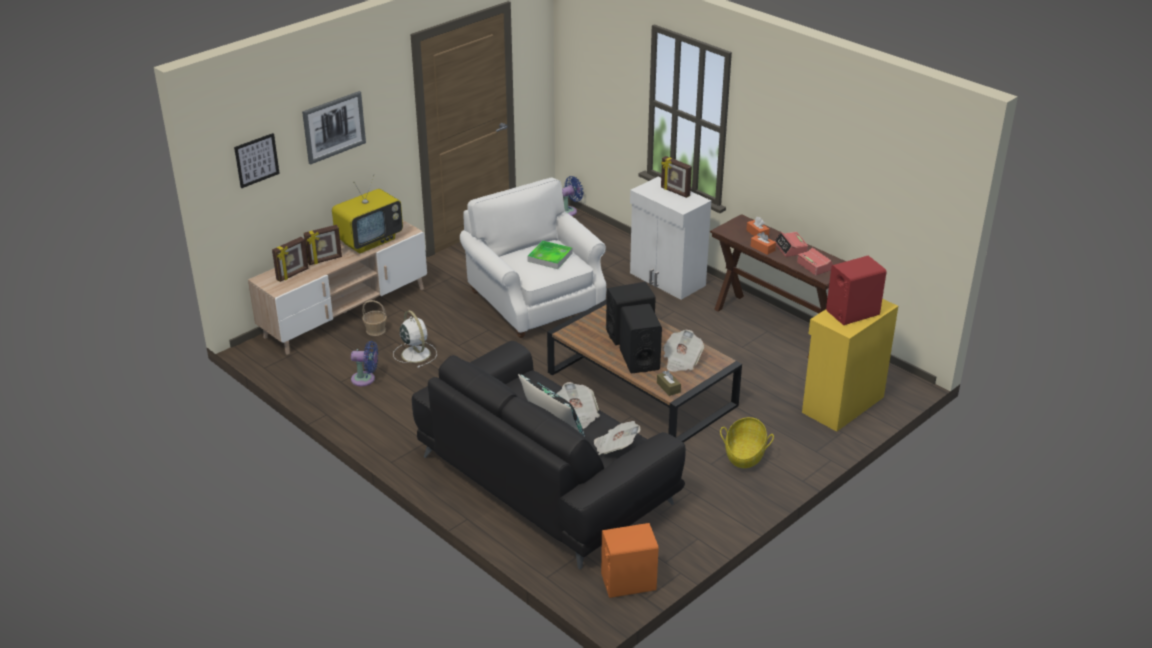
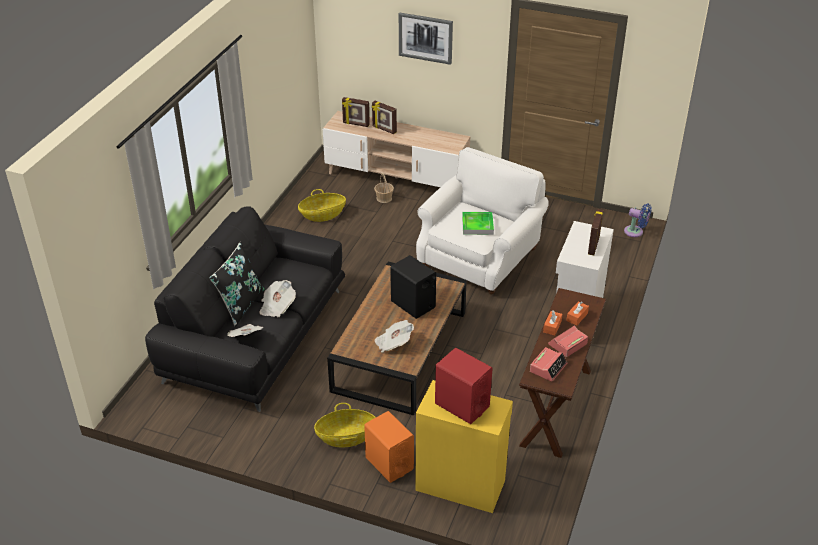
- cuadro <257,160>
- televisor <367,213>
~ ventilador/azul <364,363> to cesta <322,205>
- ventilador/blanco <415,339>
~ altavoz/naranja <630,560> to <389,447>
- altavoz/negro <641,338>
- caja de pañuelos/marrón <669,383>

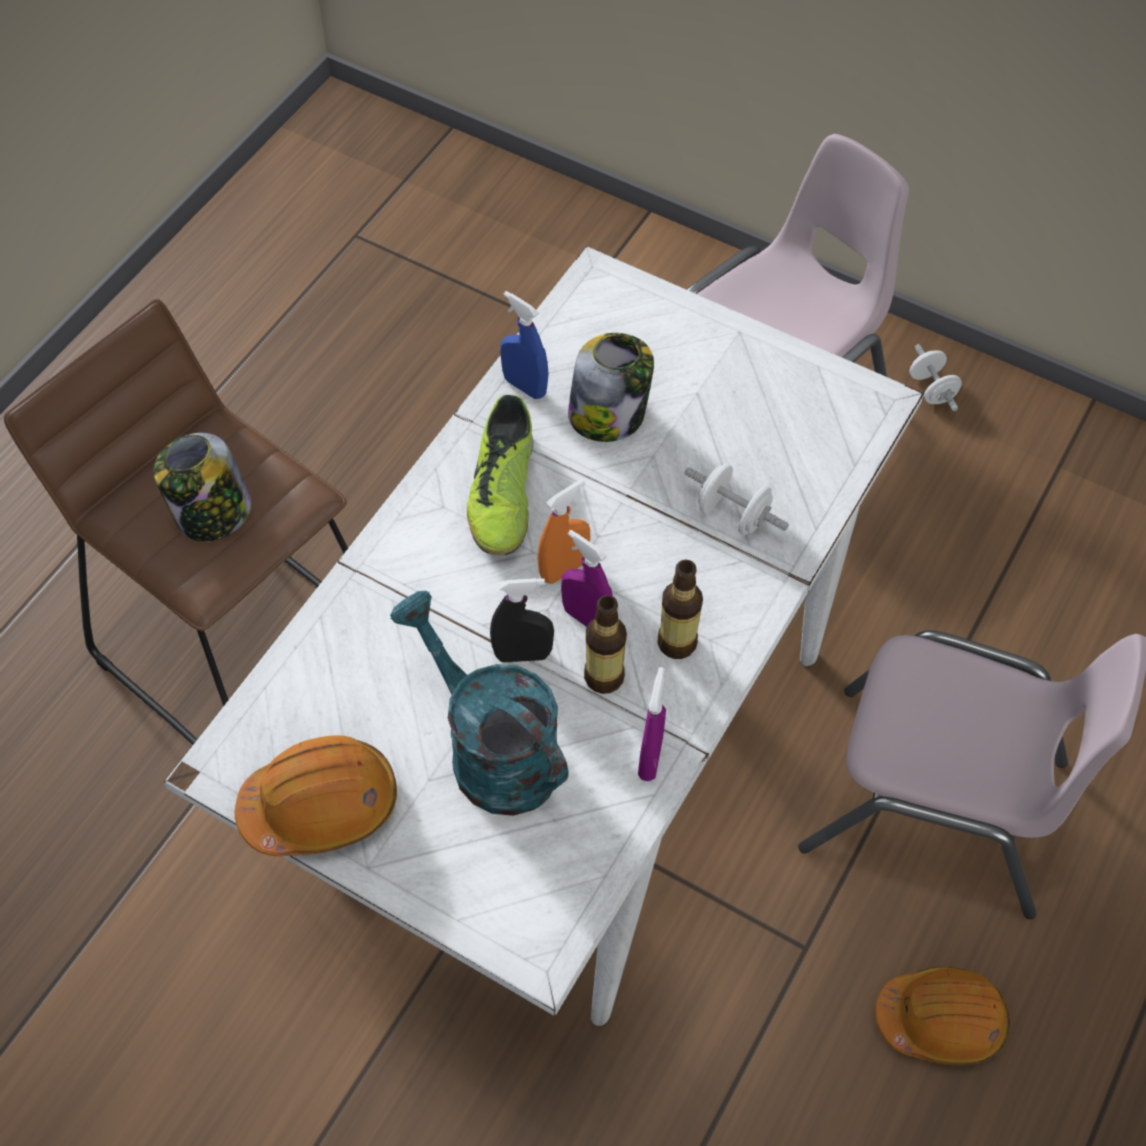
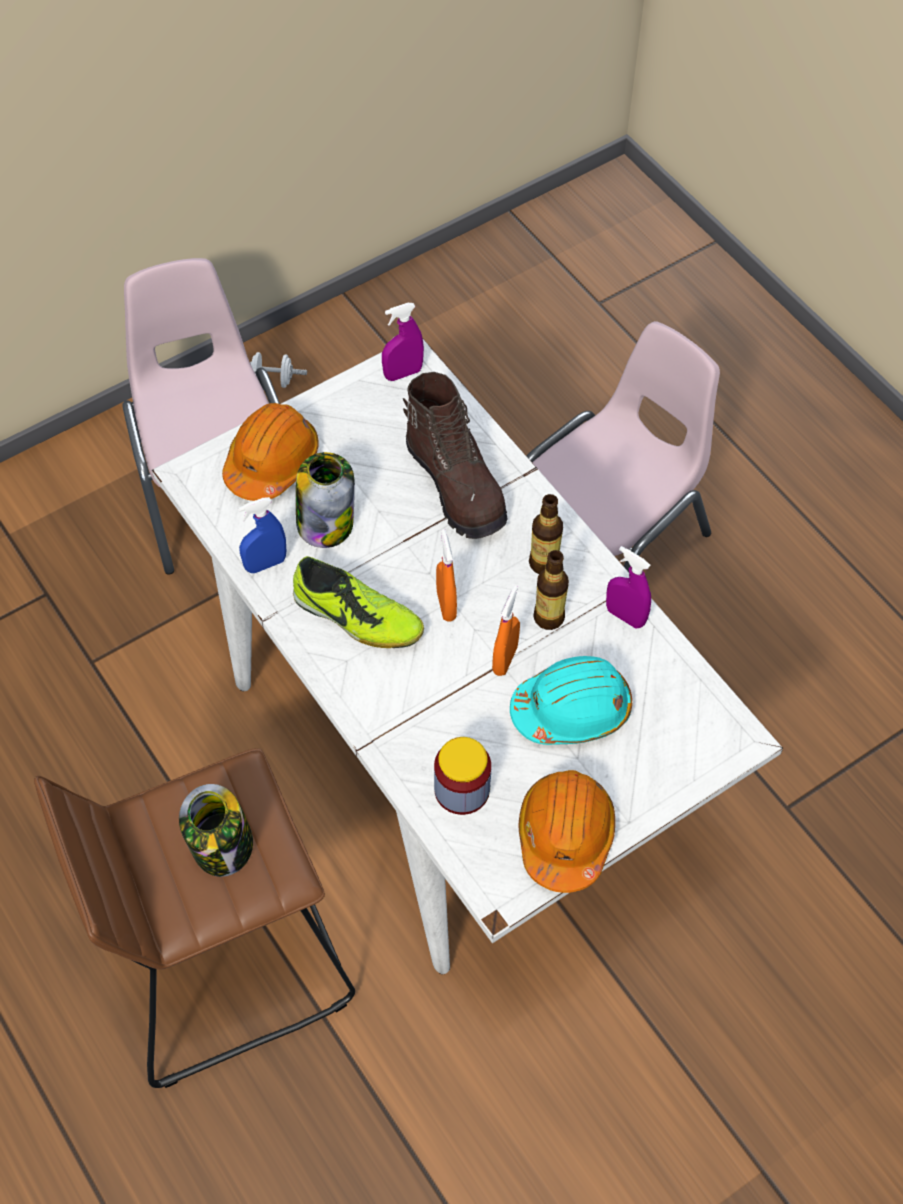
~ regadera/turquesa <479,703> to casco/turquesa <571,700>
~ pulverizador/negro <522,620> to pulverizador/naranja <506,631>
~ pulverizador/morado <587,578> to <403,342>
~ mancuerna/blanco <736,499> to bota/marrón <455,455>
~ casco/naranja <942,1016> to <270,452>
+ tarro <462,776>

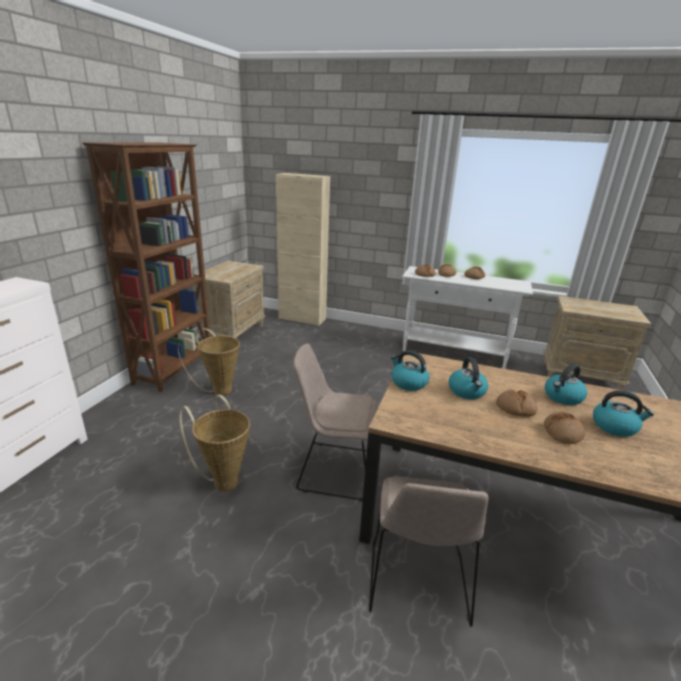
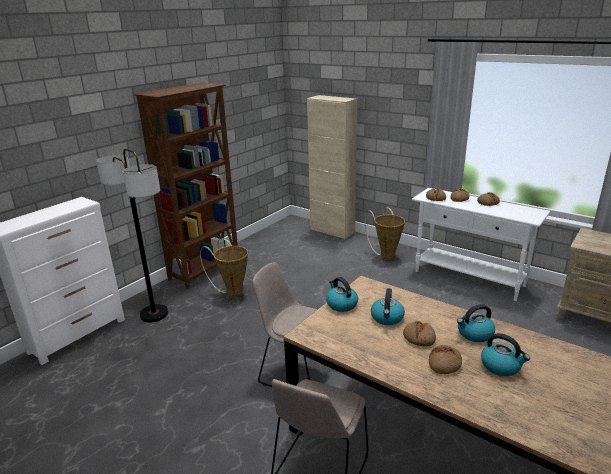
~ cesta <214,443> to <385,233>
- mesita de noche/beis <229,301>
+ lámpara de pie <132,235>

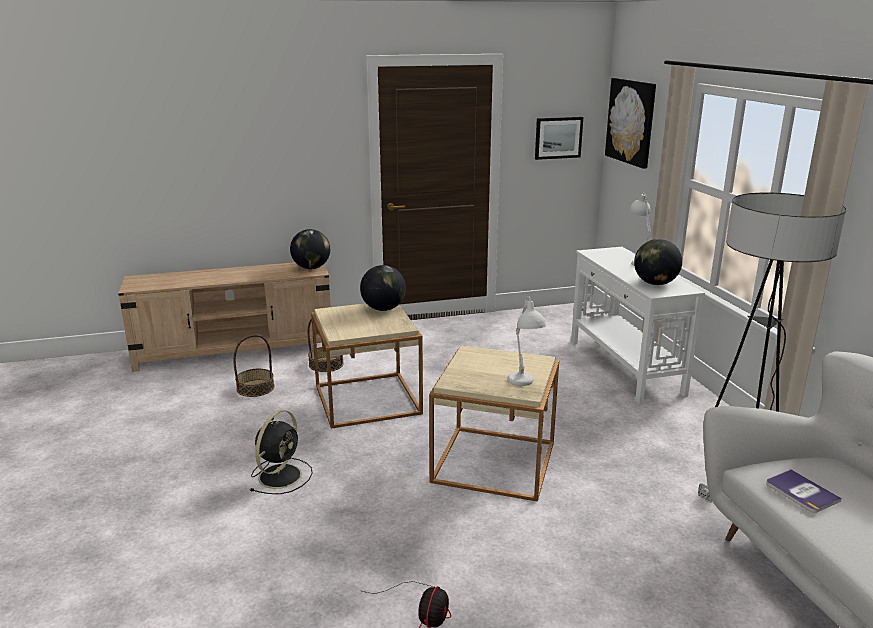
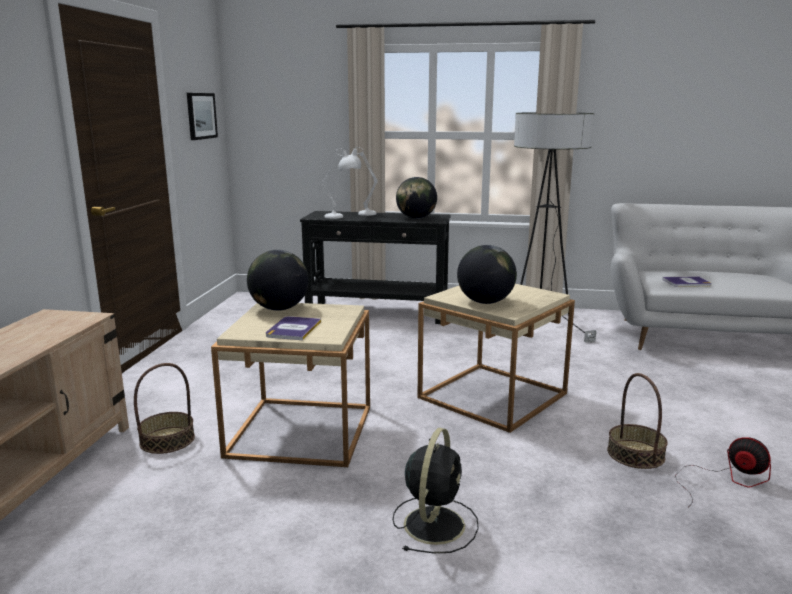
~ cesta <253,366> to <637,421>
~ ventilador/negro <281,452> = <436,490> 60 degrees clockwise
~ globo terráqueo <310,249> to <487,274>
~ lámpara de mesa/blanco <526,341> to <340,183>
~ mesa consola/blanco <638,325> to mesa consola/negro <375,267>
- cuadro <630,123>
+ libro <293,328>

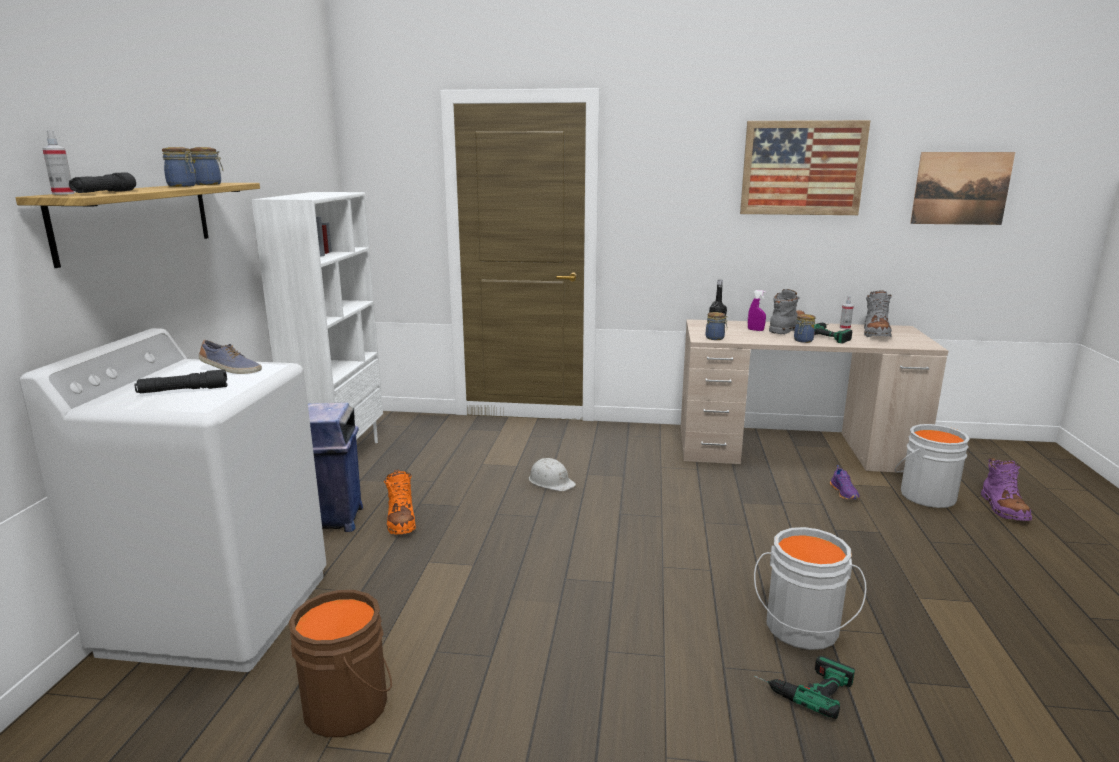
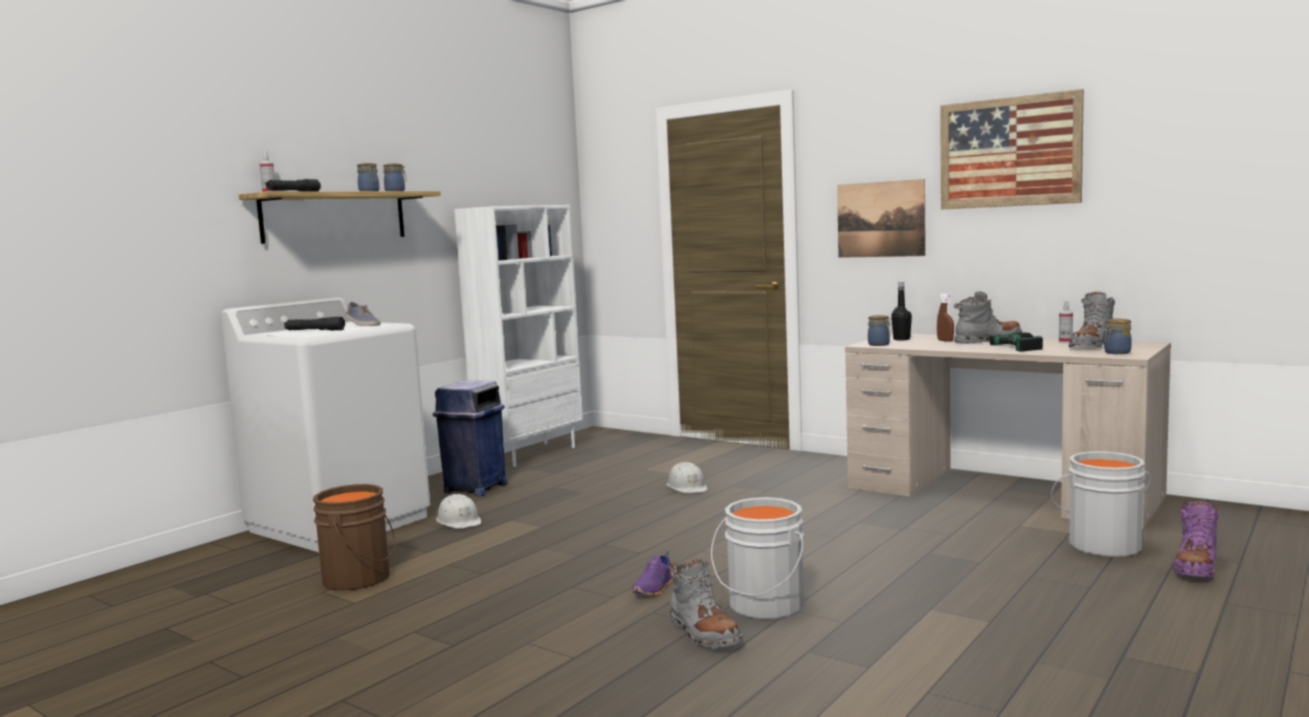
- bota/naranja <400,502>
~ pulverizador/morado <757,310> to pulverizador/marrón <945,317>
~ taladro <804,687> to bota/gris <706,604>
~ tarro <804,328> to <1118,336>
~ zapato/morado <845,482> to <652,573>
~ cuadro <962,188> to <881,218>
+ casco/blanco <458,511>

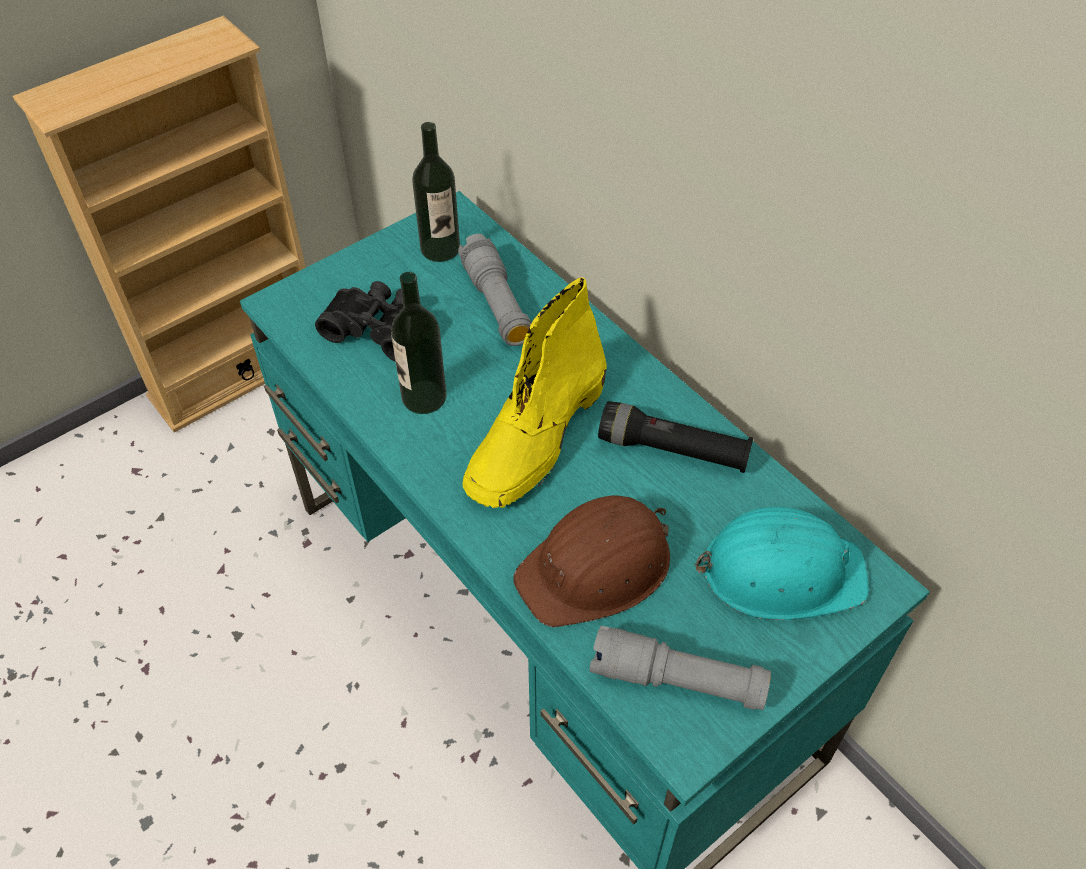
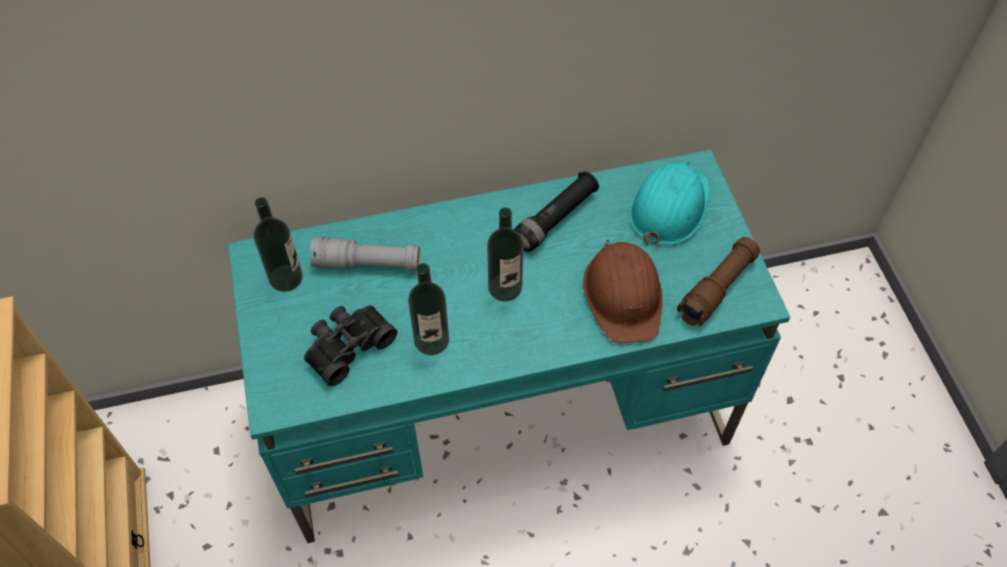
~ bota/amarillo <534,393> to botella <505,254>
~ linterna/gris <680,668> to linterna/marrón <718,281>

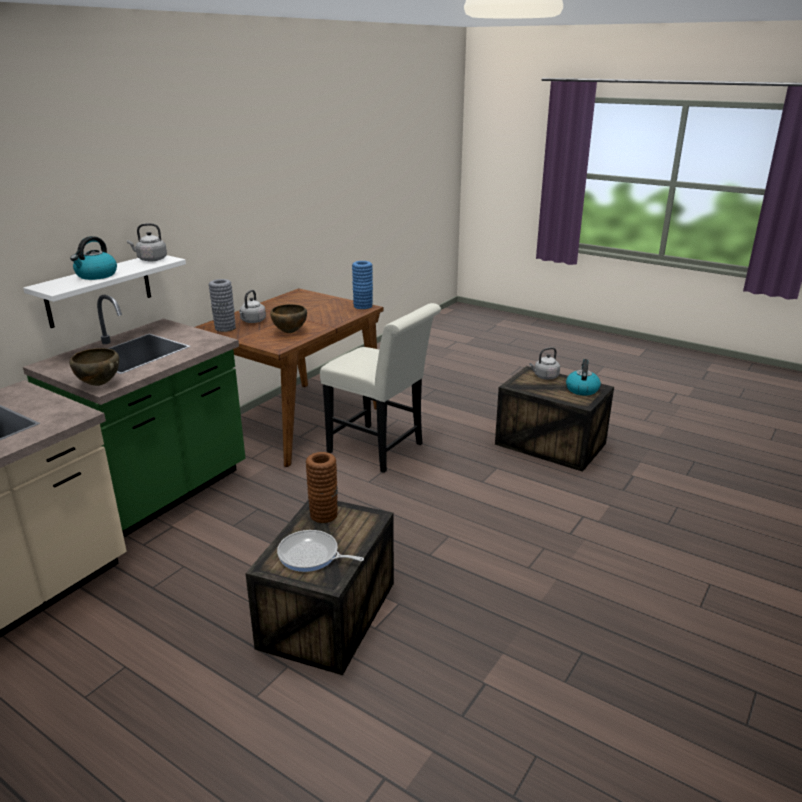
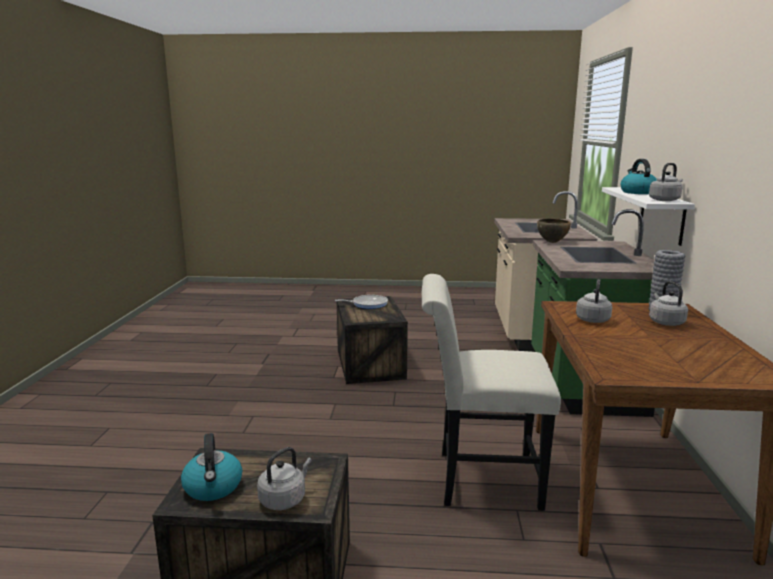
~ cuenco/marrón <288,318> to hervidor/gris <594,301>
- florero/marrón <322,487>
- florero/azul <362,285>

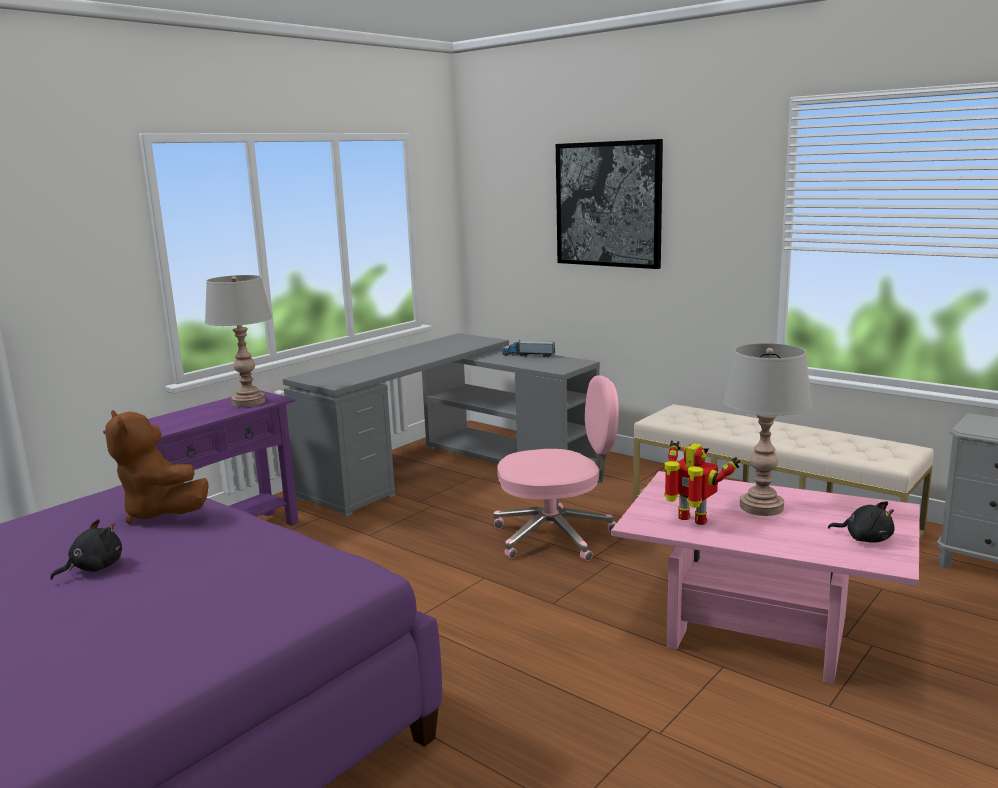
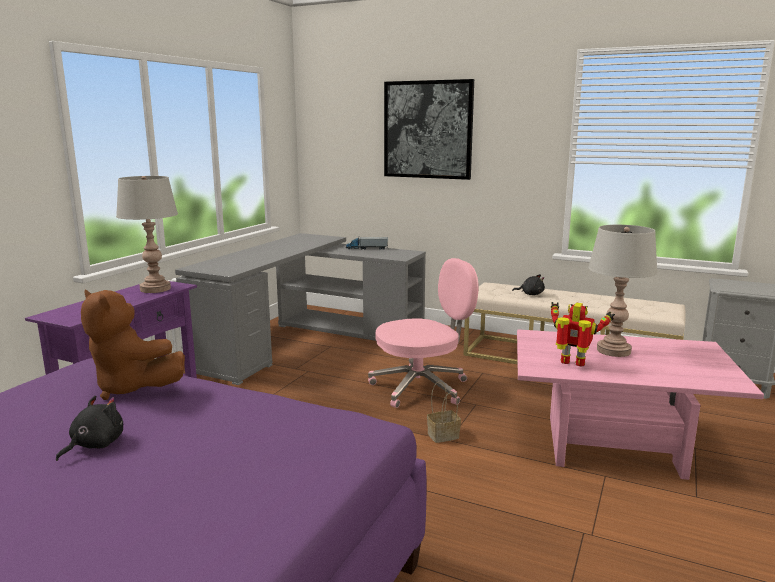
~ peluche/negro <861,522> to <528,284>
+ cesta <444,412>

